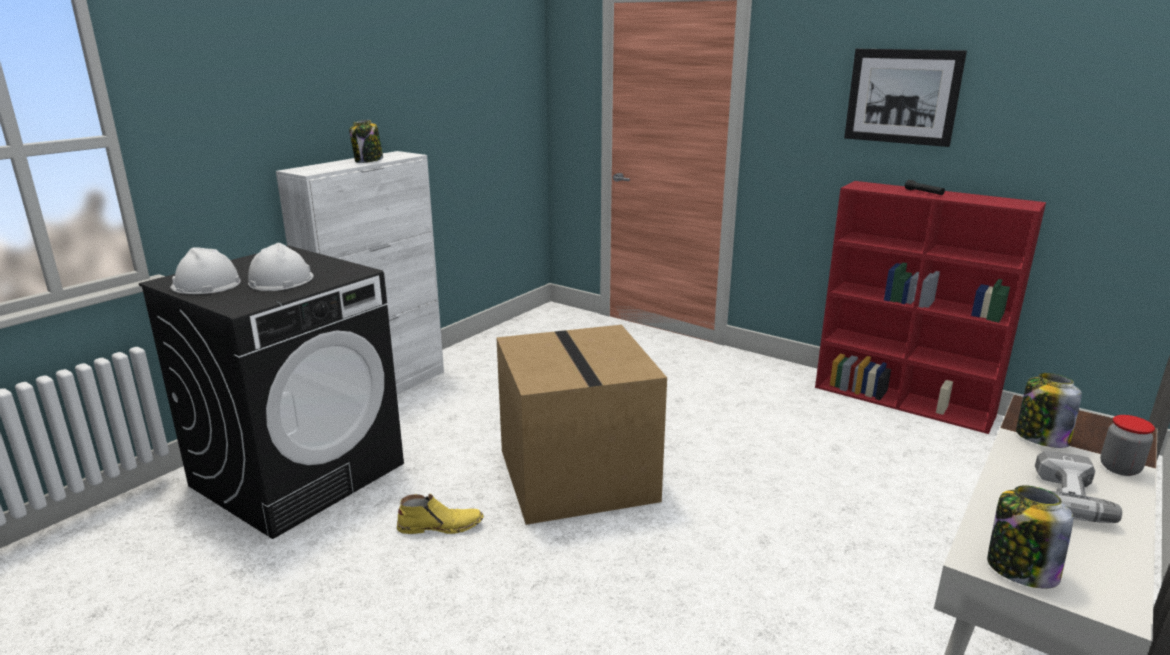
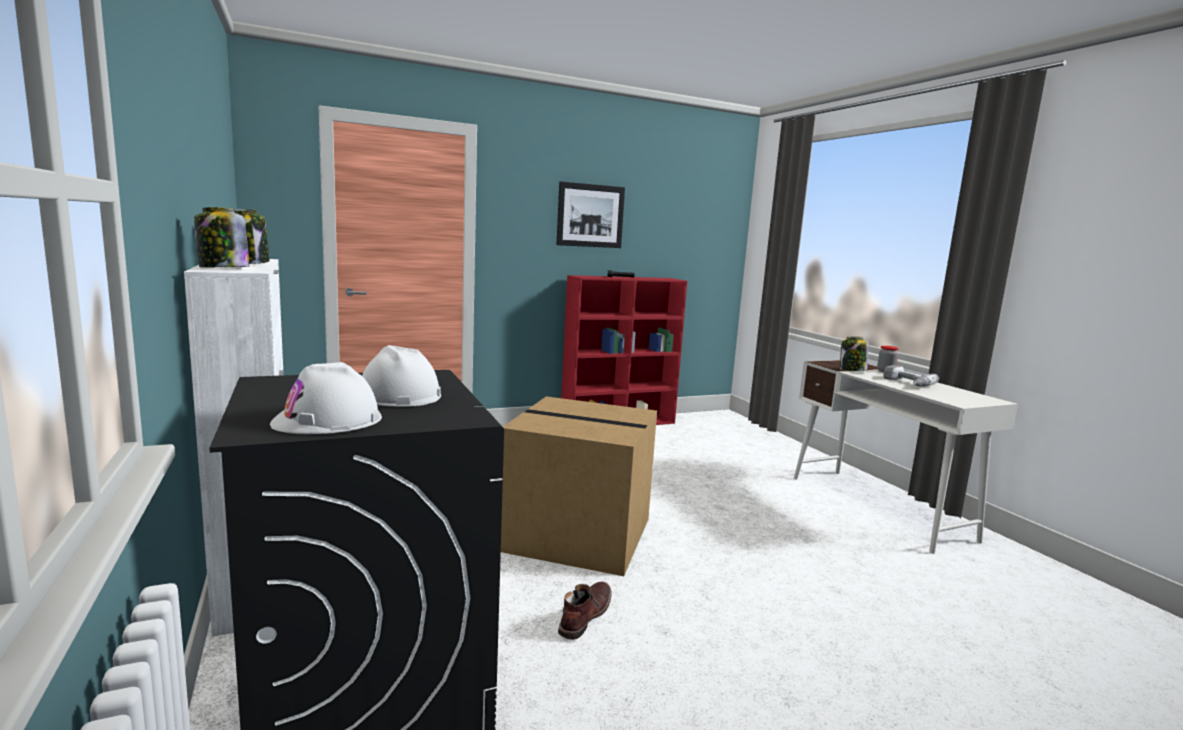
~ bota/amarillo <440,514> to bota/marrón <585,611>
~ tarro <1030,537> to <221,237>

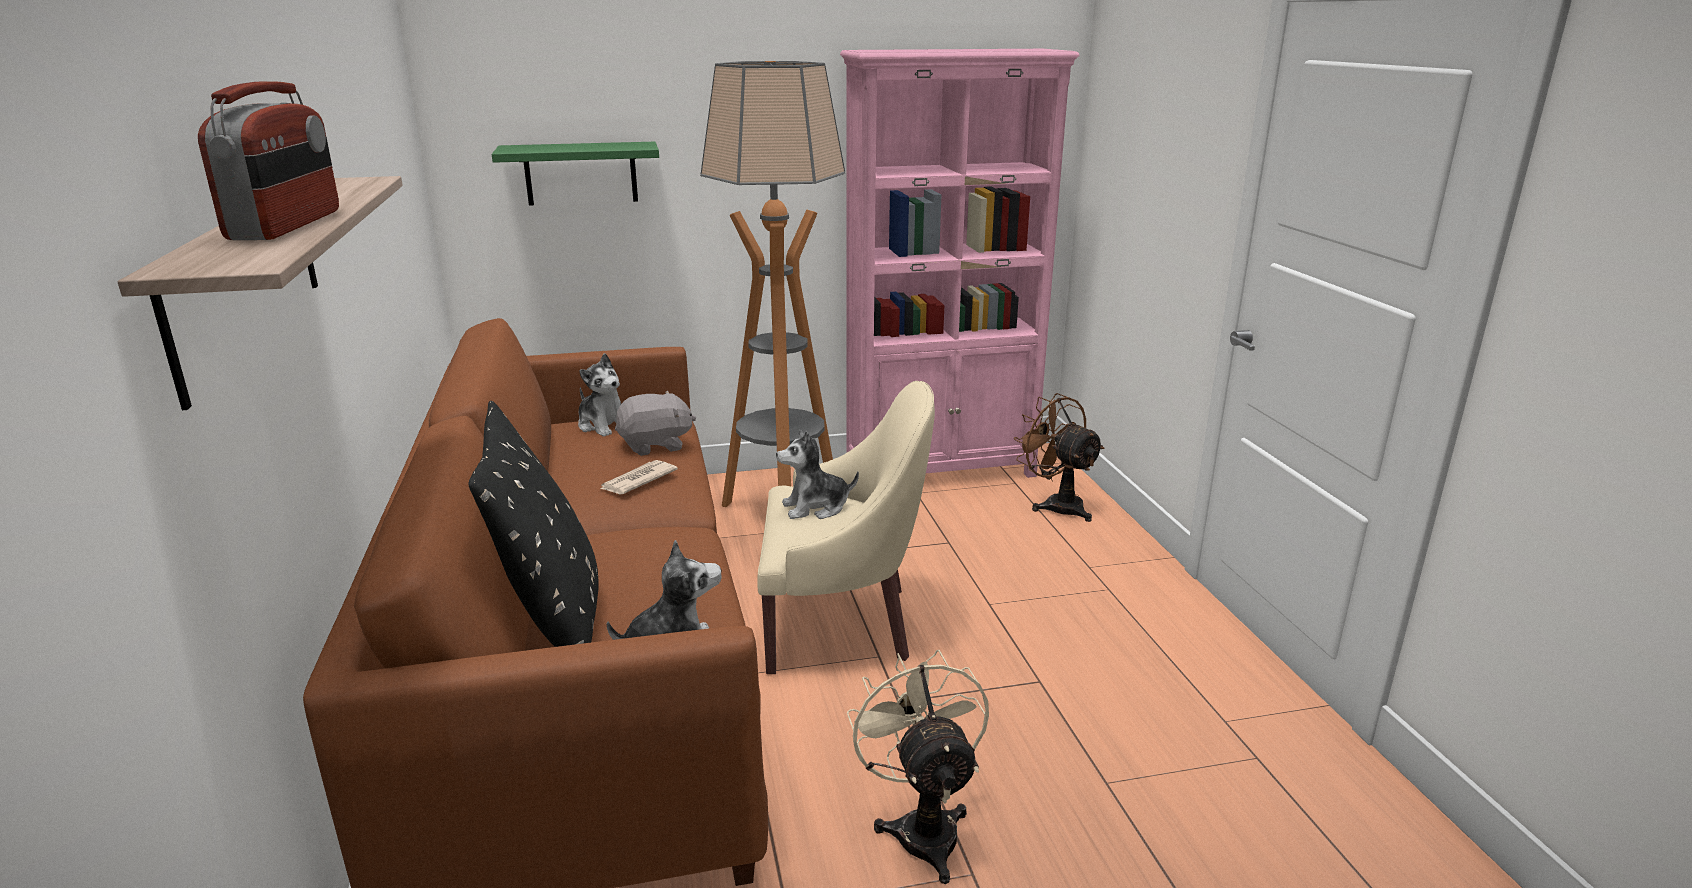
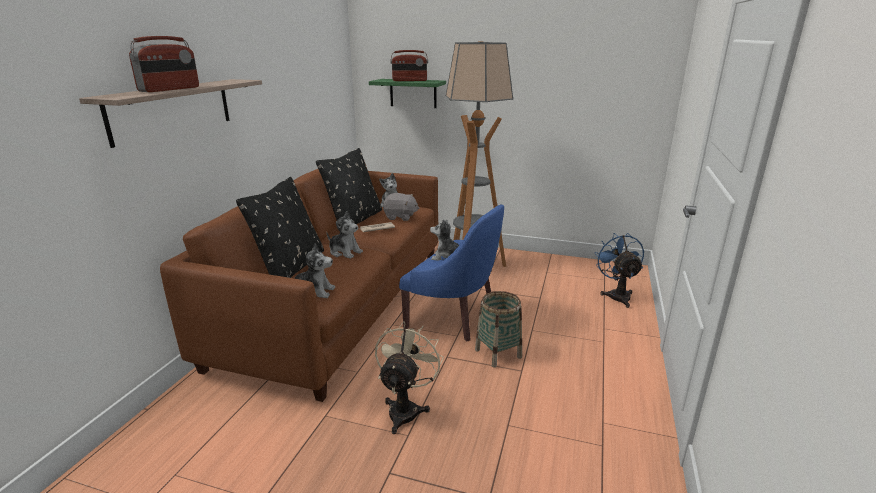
~ sillón/beis <846,527> to sillón/azul <451,273>
- estantería/rosa <960,263>
~ ventilador/marrón <1059,457> to ventilador/azul <619,270>
+ cojín/negro <349,186>
+ peluche <344,235>
+ radio <409,65>
+ cesta <498,329>

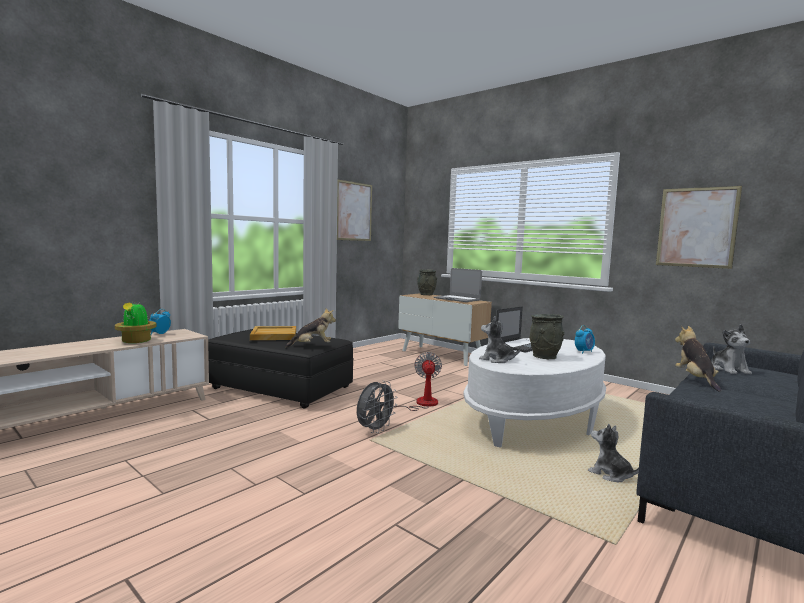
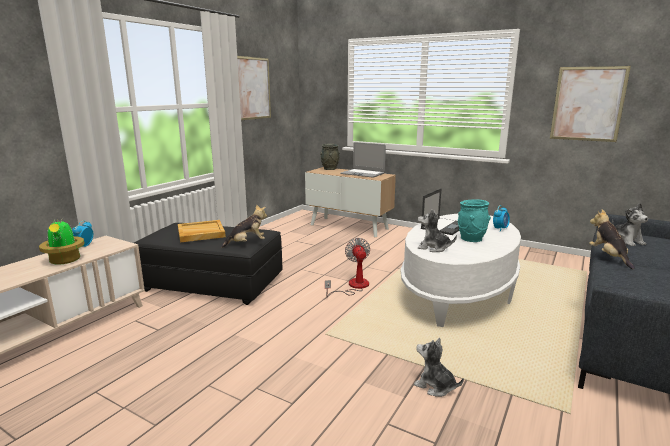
- ventilador/gris <377,407>
~ florero/gris <547,336> to florero/turquesa <474,220>
~ peluche <613,453> to <439,367>

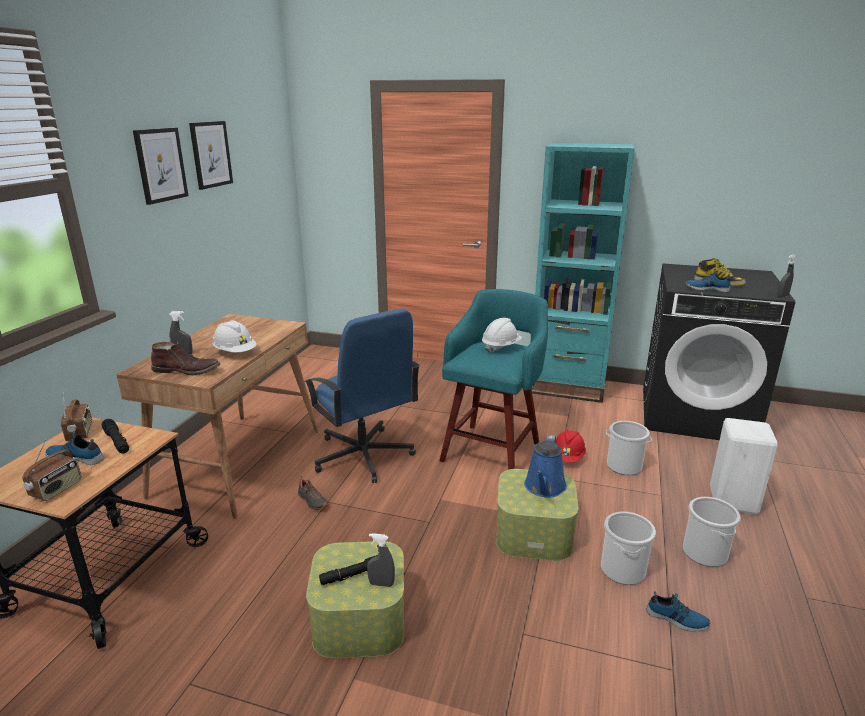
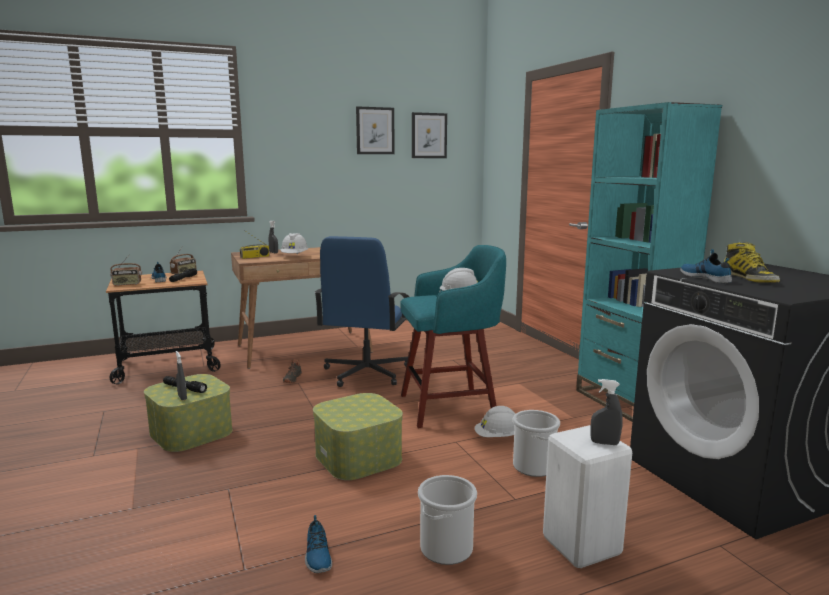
~ cuadro <160,166> to <429,135>
~ bota/marrón <185,358> to radio <254,244>
- regadera/azul <545,466>
~ casco/rojo <571,446> to casco/blanco <495,421>
- cubo <628,548>
~ pulverizador/gris <786,276> to <606,412>

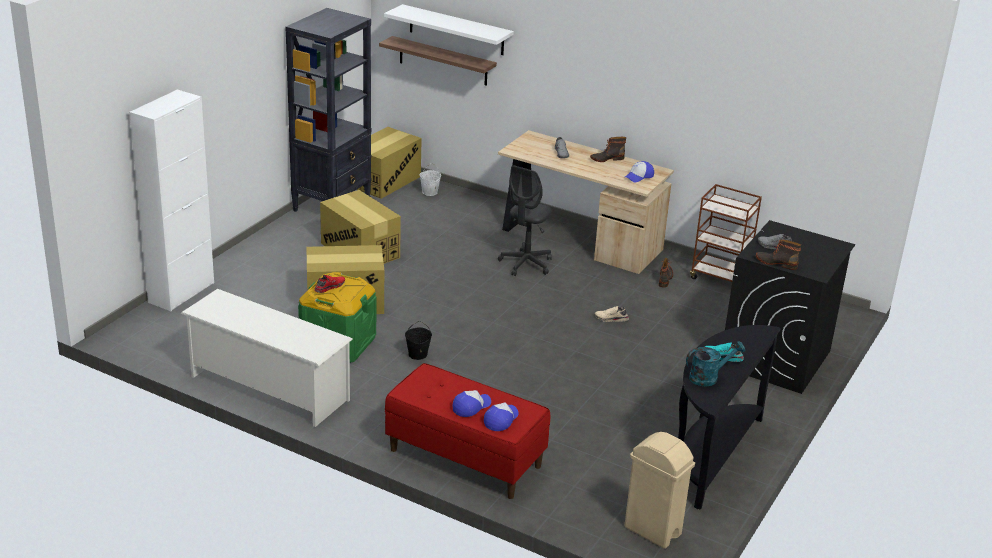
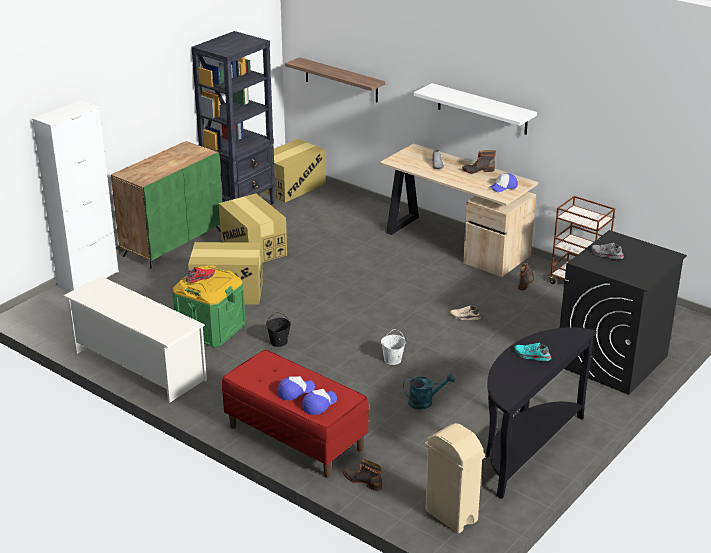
~ estante/blanco <449,29> to <475,109>
~ cubo/blanco <430,179> to <393,347>
- silla de oficina/gris <525,220>
~ regadera/turquesa <715,363> to <429,391>
~ bota <778,254> to <362,475>
+ armario/verde <166,205>

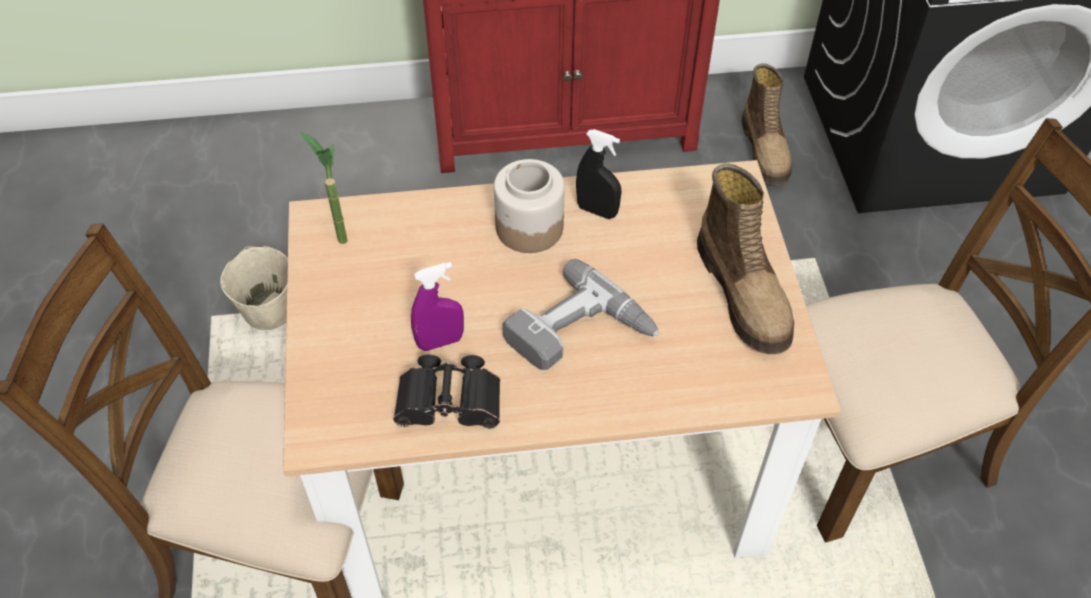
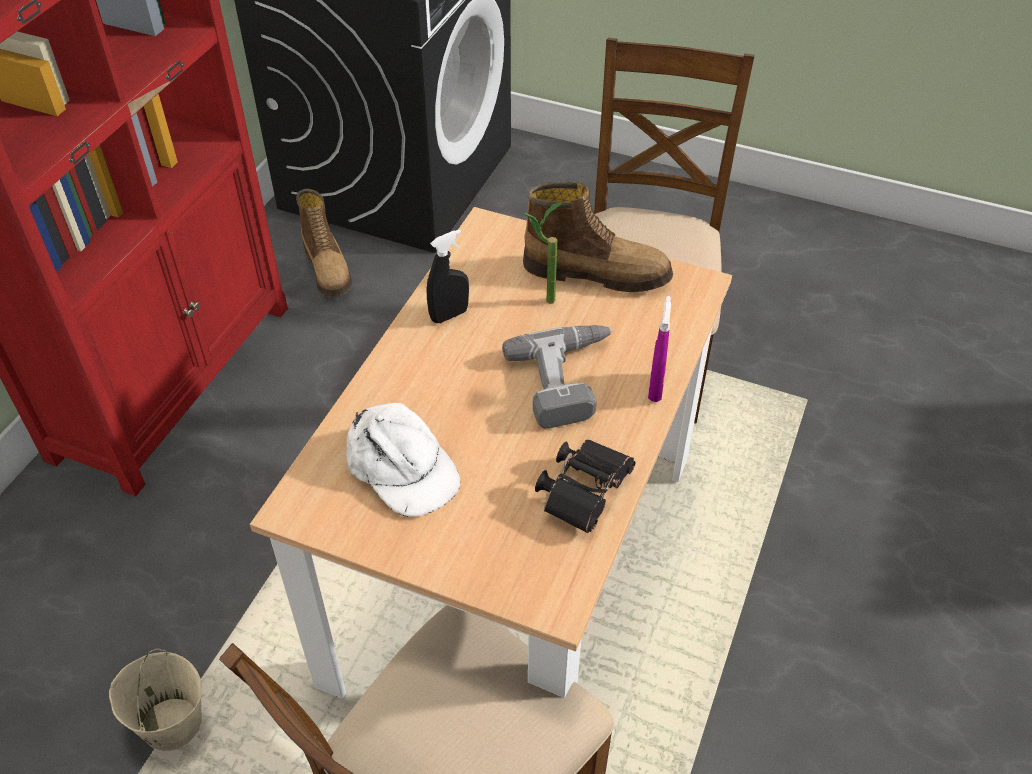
~ planta en maceta <324,188> to <542,253>
~ pulverizador/morado <437,306> to <659,349>
- tarro <529,206>
~ bota <766,124> = <324,243> 45 degrees clockwise
+ gorra/blanco <403,460>

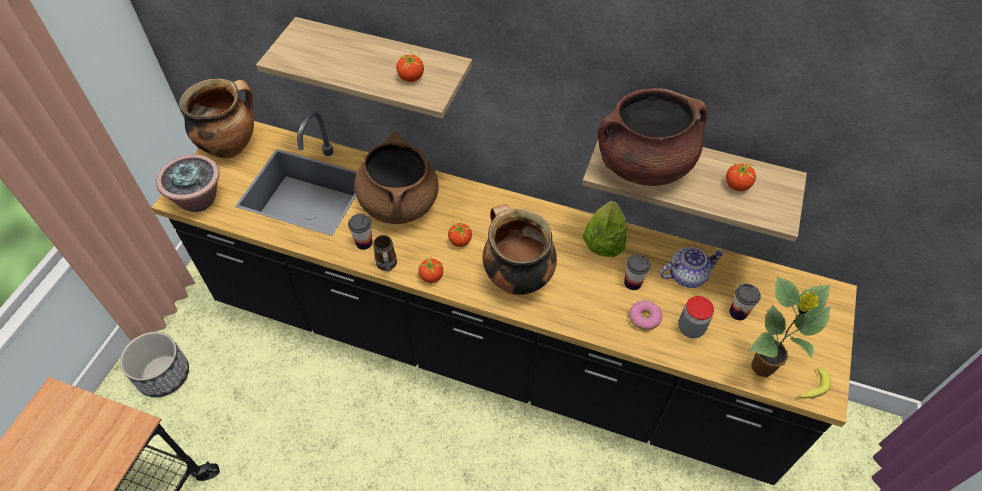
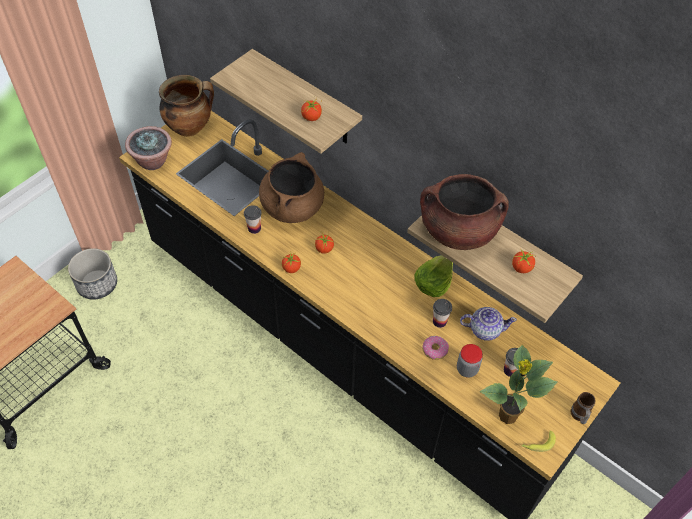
~ taza grande <385,253> to <583,408>
- olla <519,249>

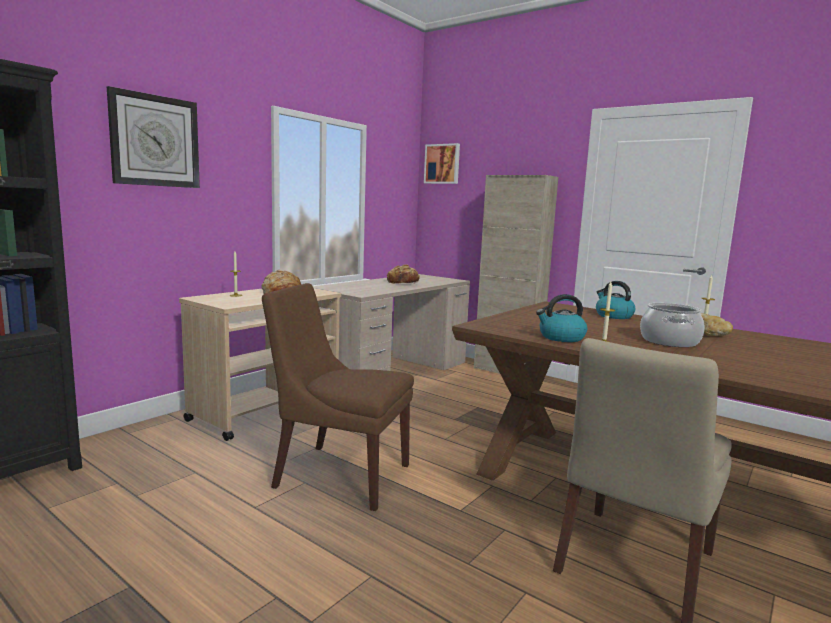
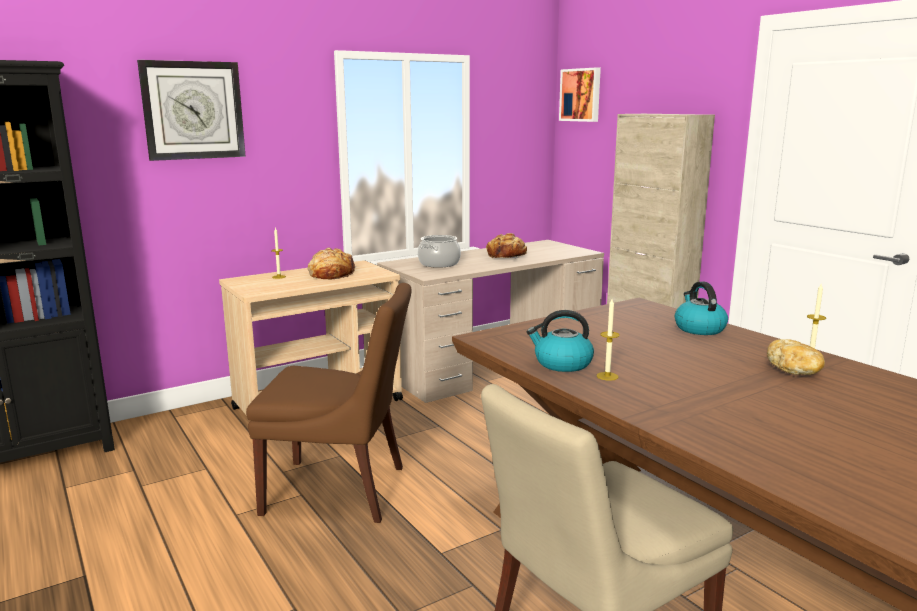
~ silla/marrón <338,397> = <328,403> 150 degrees clockwise
~ olla <672,325> to <439,251>

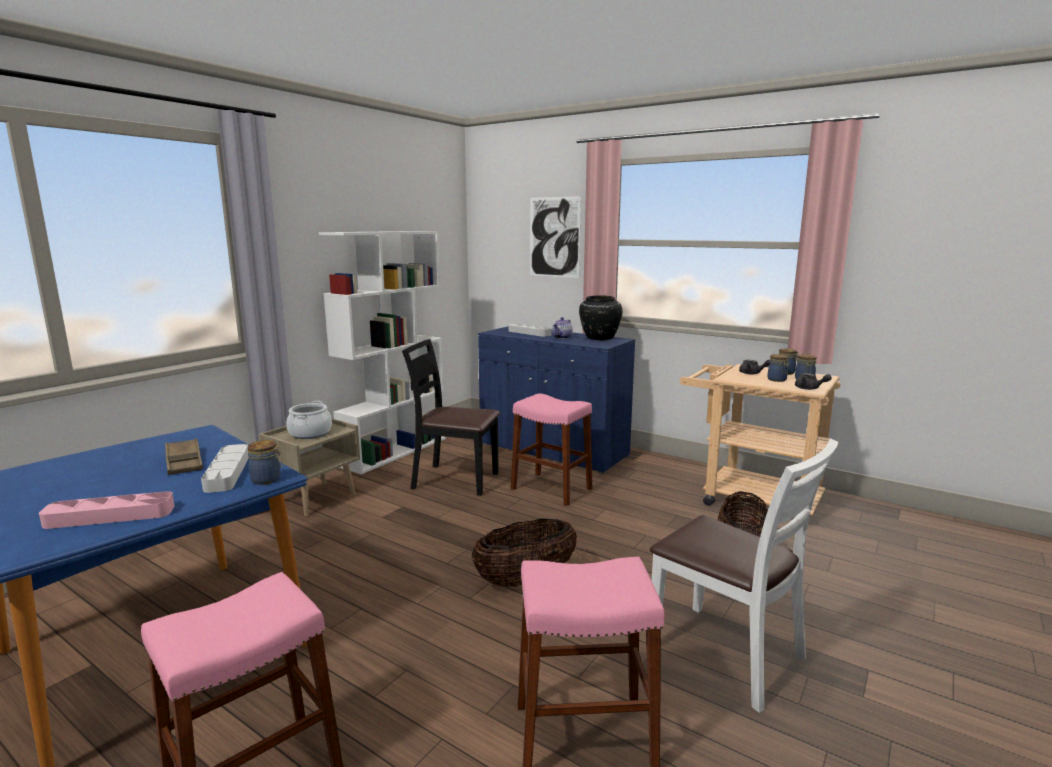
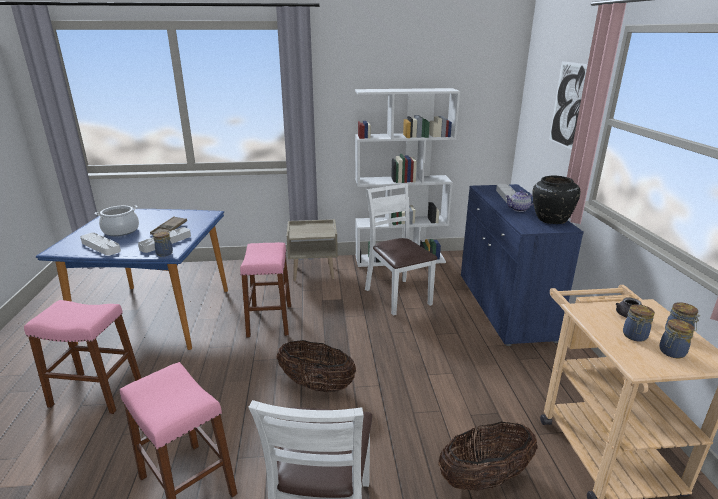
~ bandeja/rosa <107,510> to bandeja/blanco <100,244>
~ olla <309,420> to <117,220>
~ silla/negro <451,417> to silla/blanco <401,250>
~ taburete/rosa <551,449> to <265,289>
- tetera/gris <813,381>

